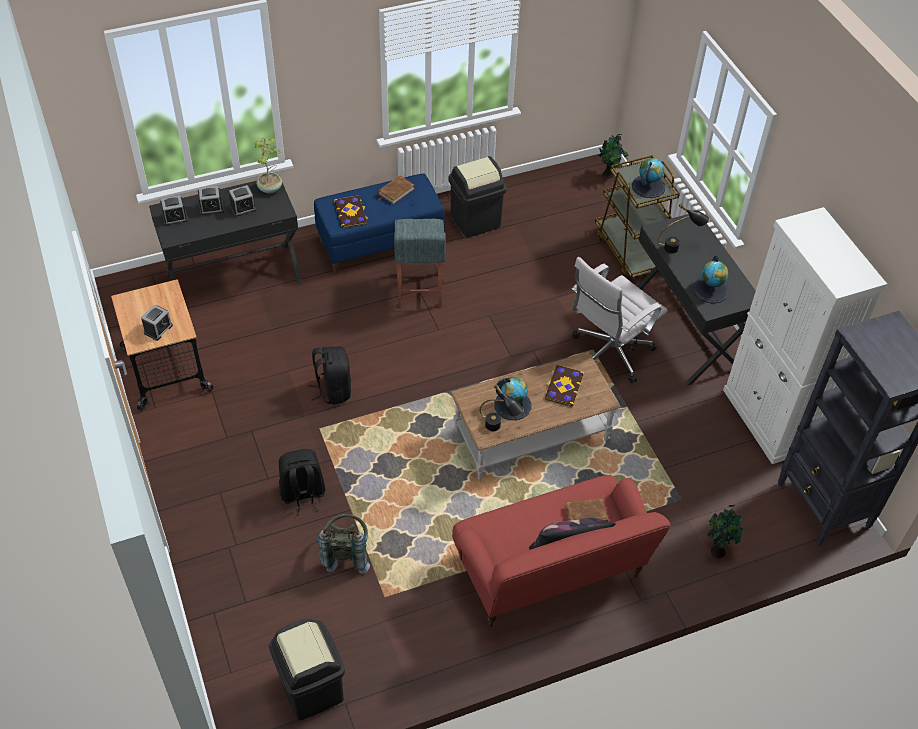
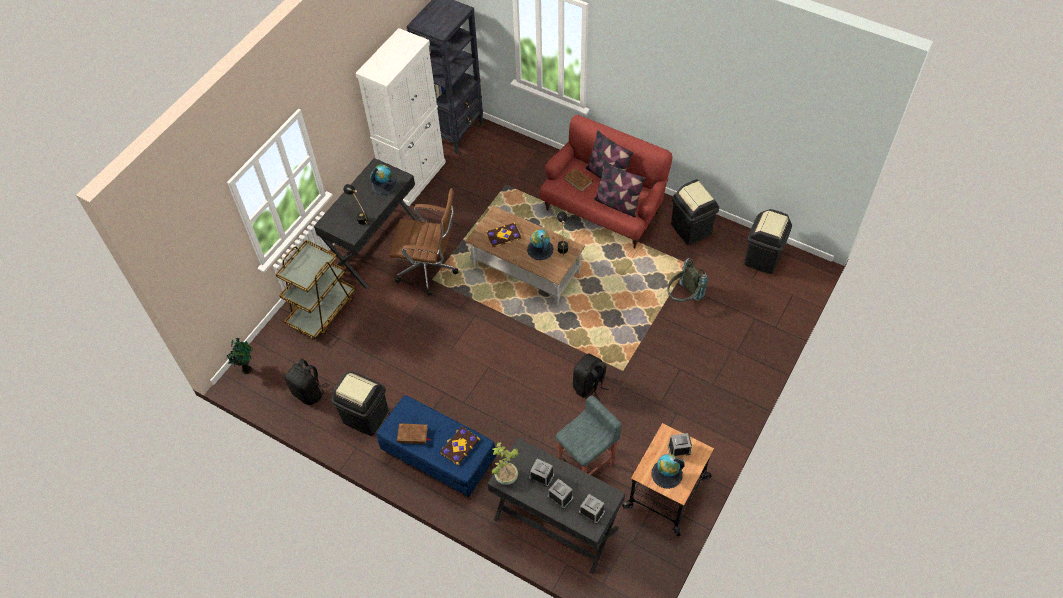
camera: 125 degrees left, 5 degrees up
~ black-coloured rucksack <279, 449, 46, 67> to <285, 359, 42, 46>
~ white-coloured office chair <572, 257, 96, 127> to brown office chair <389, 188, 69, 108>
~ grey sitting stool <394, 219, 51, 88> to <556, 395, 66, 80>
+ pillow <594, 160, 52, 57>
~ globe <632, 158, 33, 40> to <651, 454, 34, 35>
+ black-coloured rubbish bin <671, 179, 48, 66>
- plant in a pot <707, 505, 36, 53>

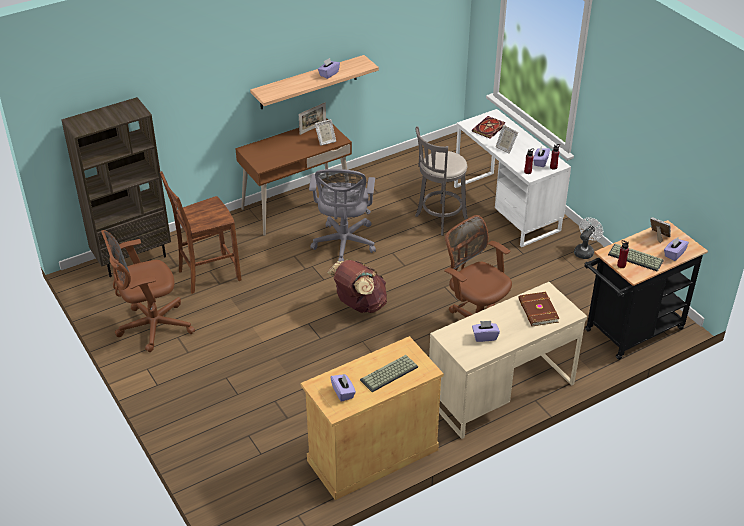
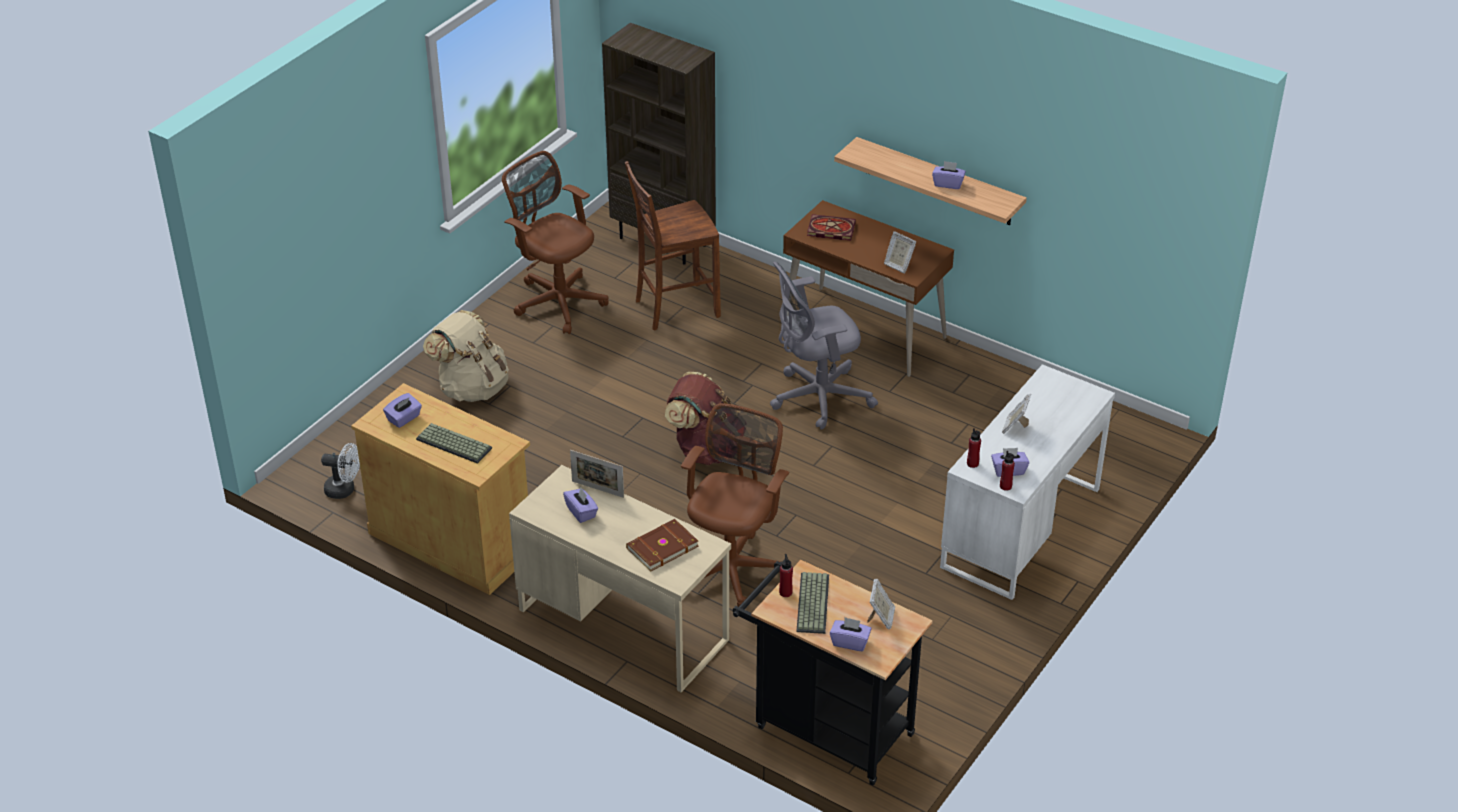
camera: 65 degrees right, 0 degrees up
~ white-coloured cooling fan <574, 217, 29, 42> to <321, 443, 39, 56>
+ sand-coloured rucksack <423, 310, 86, 92>
~ standing frame <299, 102, 27, 33> to <570, 450, 54, 48>
~ brown chair <160, 171, 81, 123> = <625, 161, 96, 170> 60 degrees counterclockwise
~ book <472, 116, 34, 22> to <807, 214, 49, 26>
- grey sitting stool <415, 126, 54, 110>

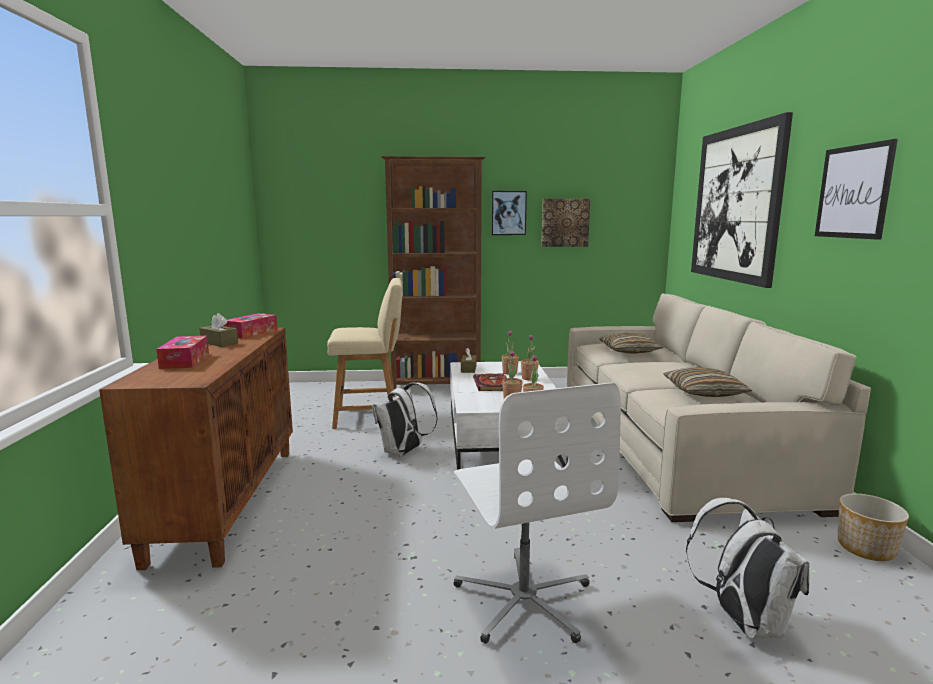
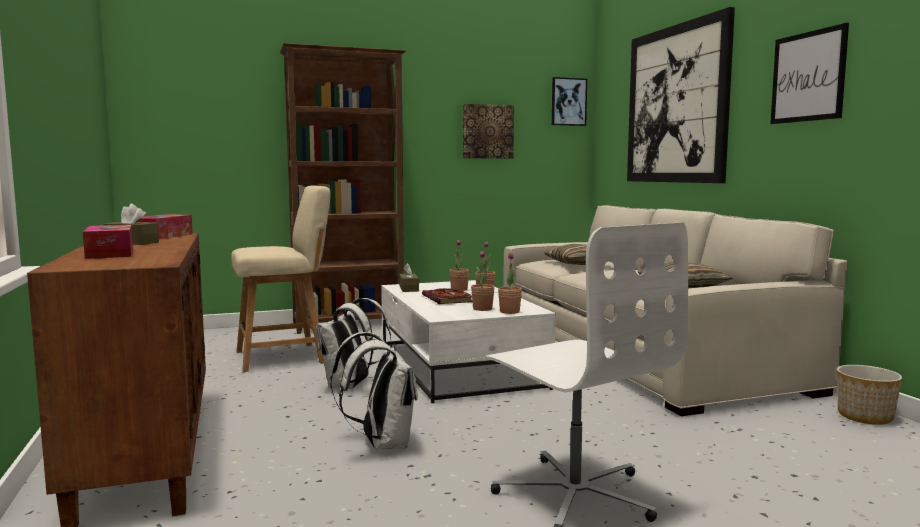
camera: 15 degrees left, 5 degrees down
~ white-coloured rucksack <686, 498, 124, 141> to <330, 332, 88, 118>
~ wall picture <492, 191, 35, 44> to <552, 77, 35, 49>

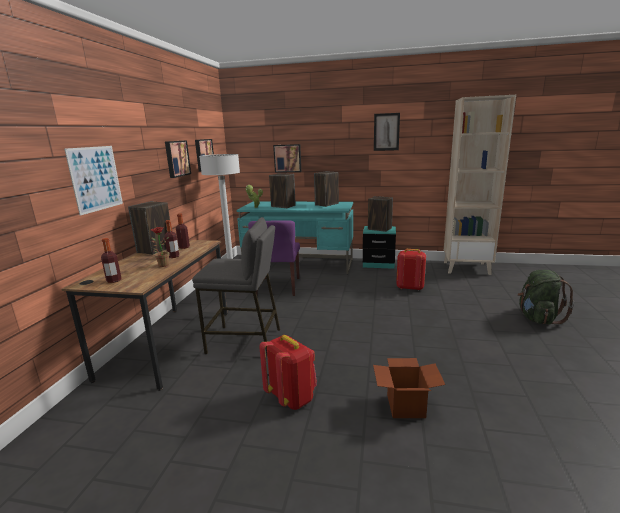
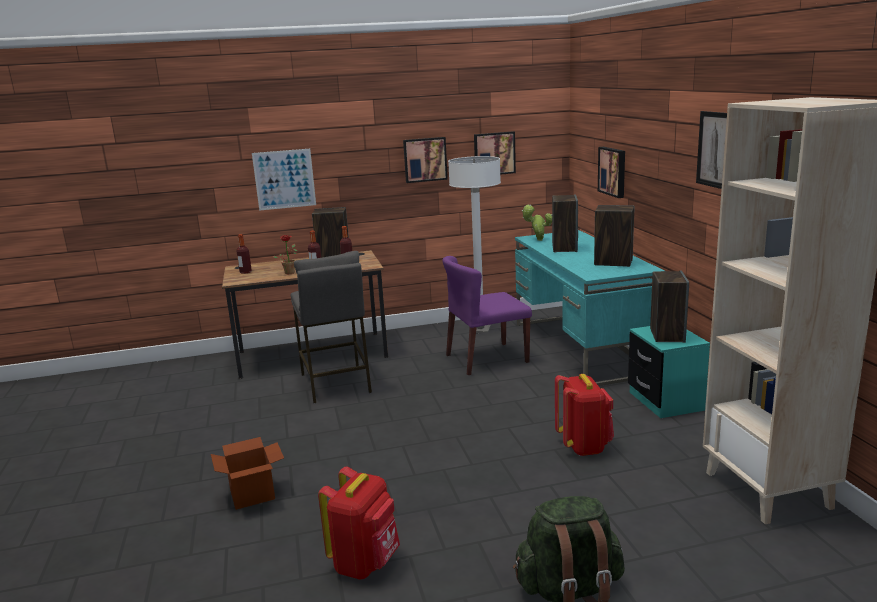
camera: 65 degrees right, 0 degrees up
~ reddish rucksack <259, 335, 58, 75> to <318, 466, 82, 114>

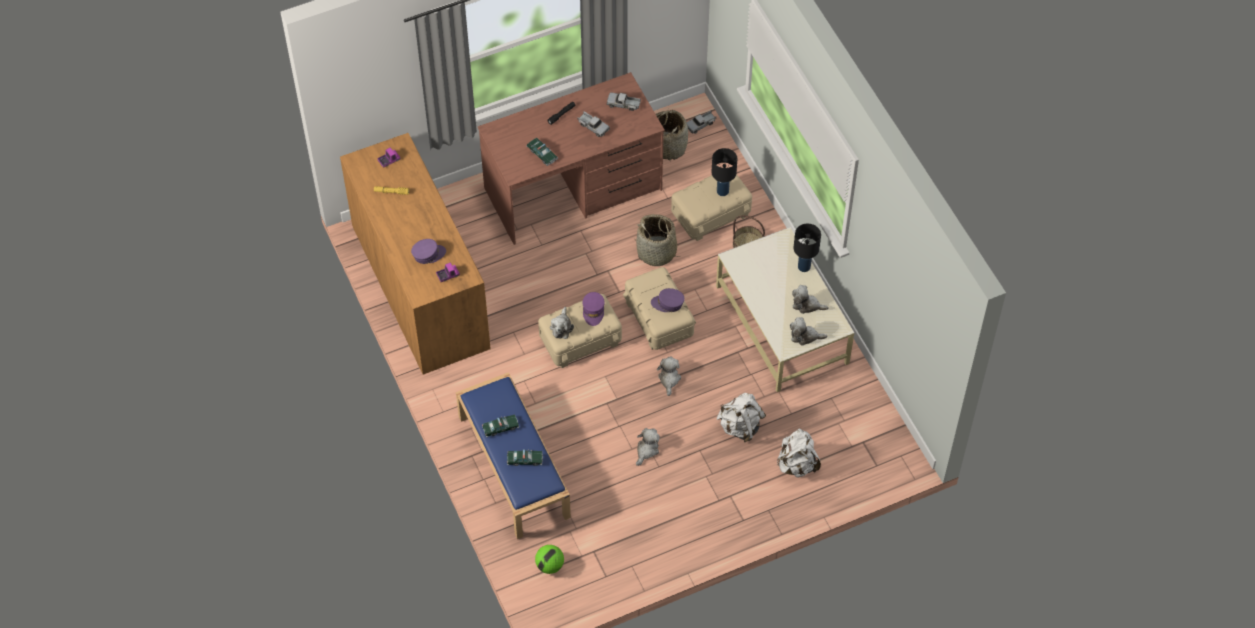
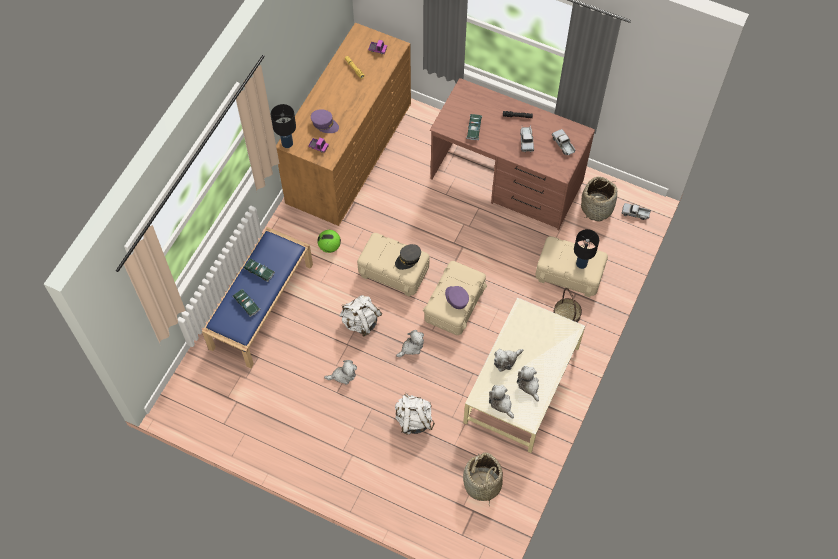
camera: 50 degrees right, 5 degrees up
~ black-coloured table lamp <794, 224, 27, 48> to <271, 104, 25, 44>
~ football ball <535, 545, 29, 29> to <318, 230, 23, 23>
~ white-coloured rucksack <777, 428, 44, 50> to <339, 295, 43, 41>
~ purple-coloured cap <583, 292, 22, 34> to grey cap <395, 244, 26, 26>
~ household basket <635, 214, 48, 52> to <463, 452, 40, 55>
~ plush toy <550, 307, 24, 32> to <494, 349, 29, 23>

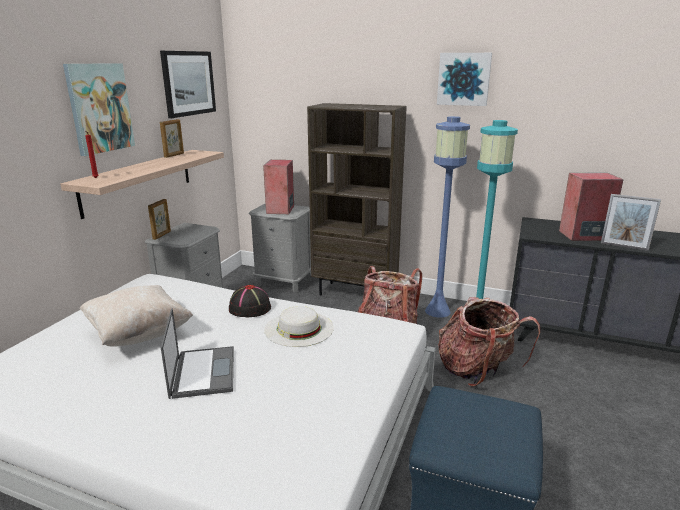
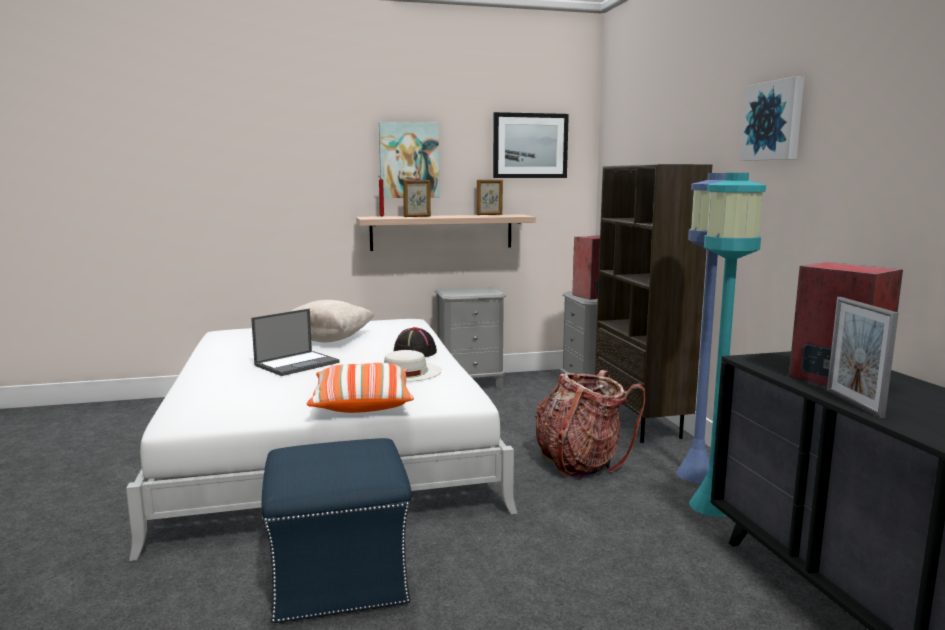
camera: 55 degrees right, 10 degrees down
+ pillow <307, 363, 107, 50>
~ standing frame <148, 199, 23, 41> to <403, 180, 28, 37>
- rucksack <439, 297, 101, 90>

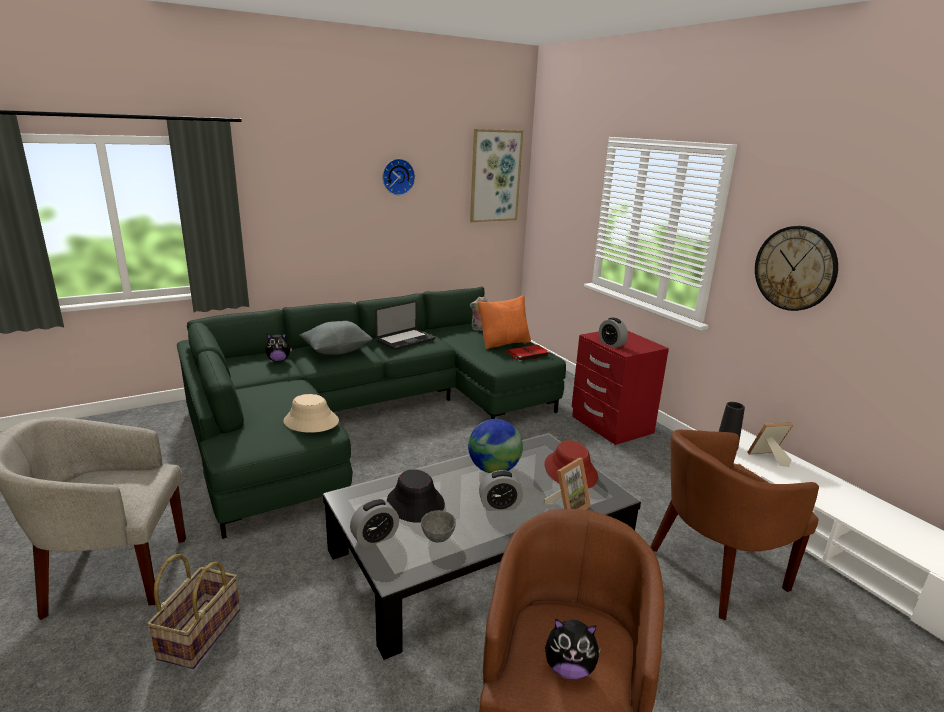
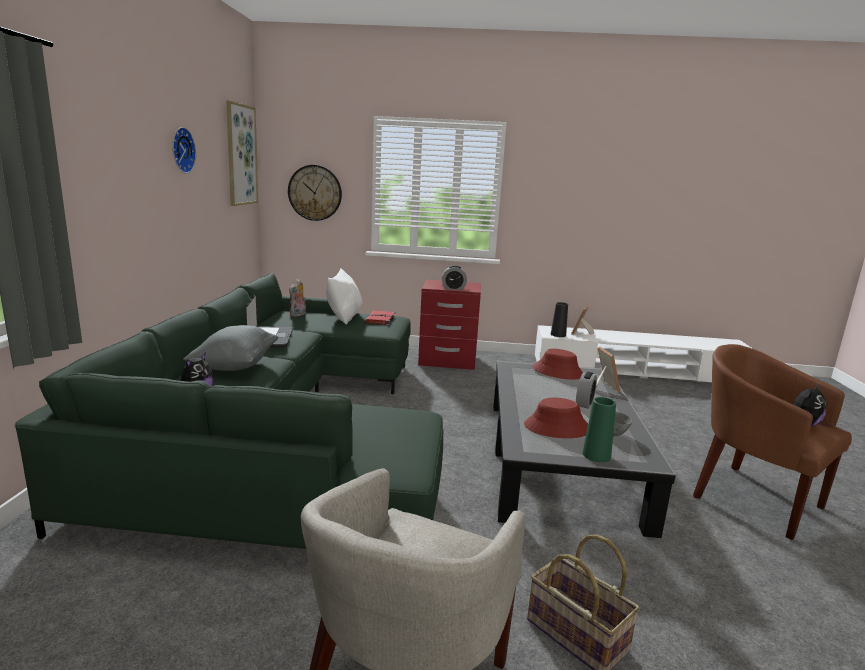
camera: 55 degrees left, 5 degrees down
~ clock on the wall <755, 226, 83, 85> to <288, 165, 54, 56>
~ orange pillow <478, 295, 53, 54> to white-coloured pillow <326, 269, 37, 56>
~ black-coloured wearable hat <387, 469, 58, 54> to reddish wearable hat <524, 398, 64, 40>
~ bedside clock <350, 499, 49, 49> to greenish decorative vase <582, 397, 34, 65>
- sand-coloured wearable hat <284, 394, 55, 39>
- globe <468, 419, 55, 54>
- brown lounge chair <650, 429, 169, 191>

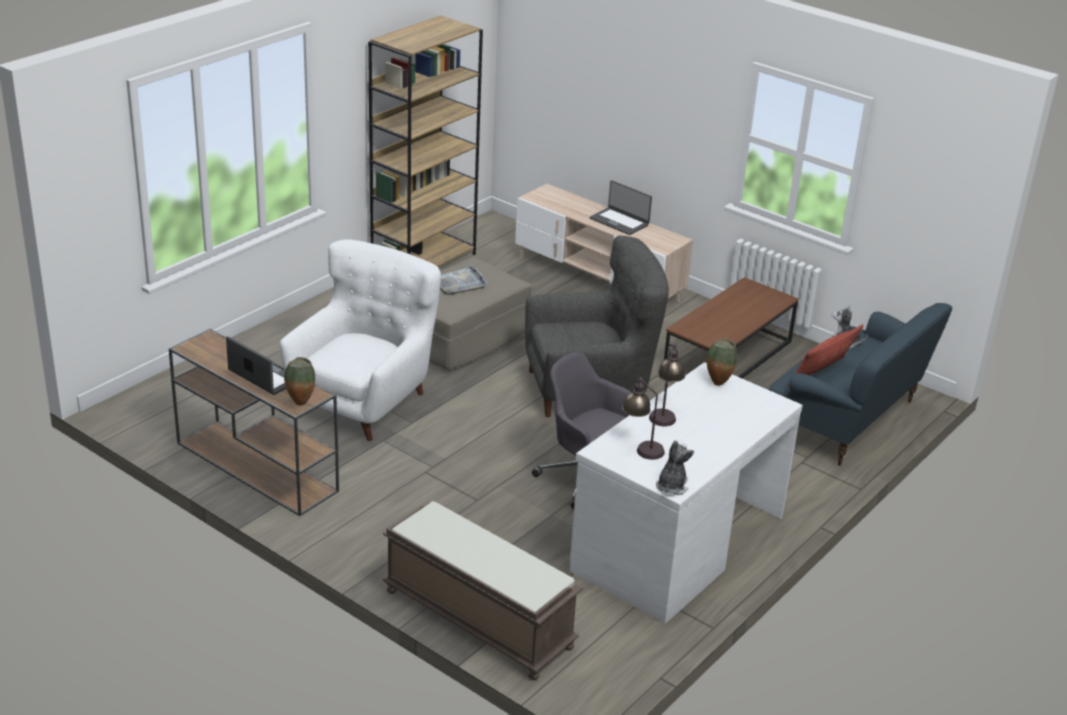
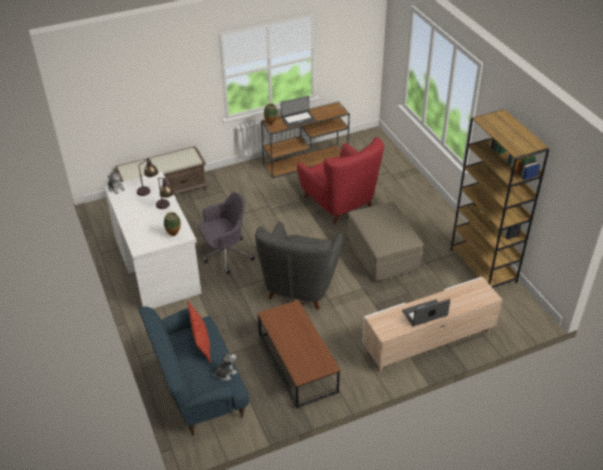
camera: 120 degrees right, 10 degrees up
~ white-coloured lounge chair <280, 239, 161, 202> to reddish lounge chair <297, 137, 87, 87>
- grey tray <440, 265, 48, 30>

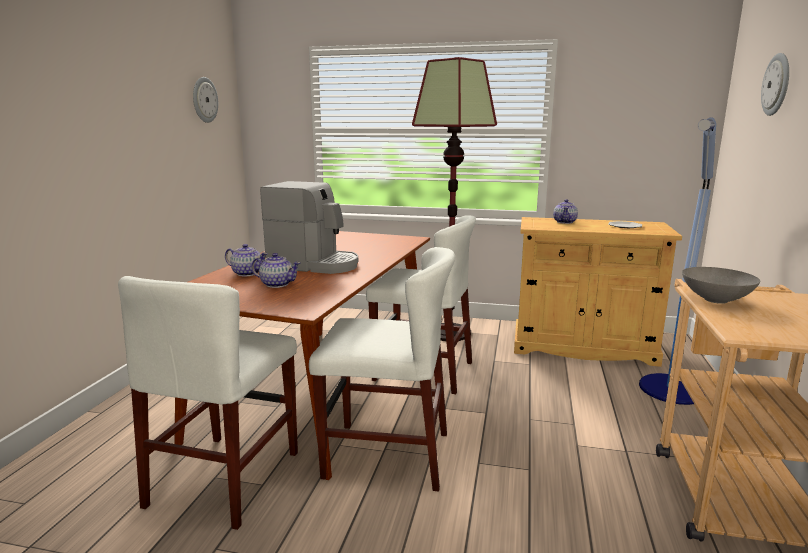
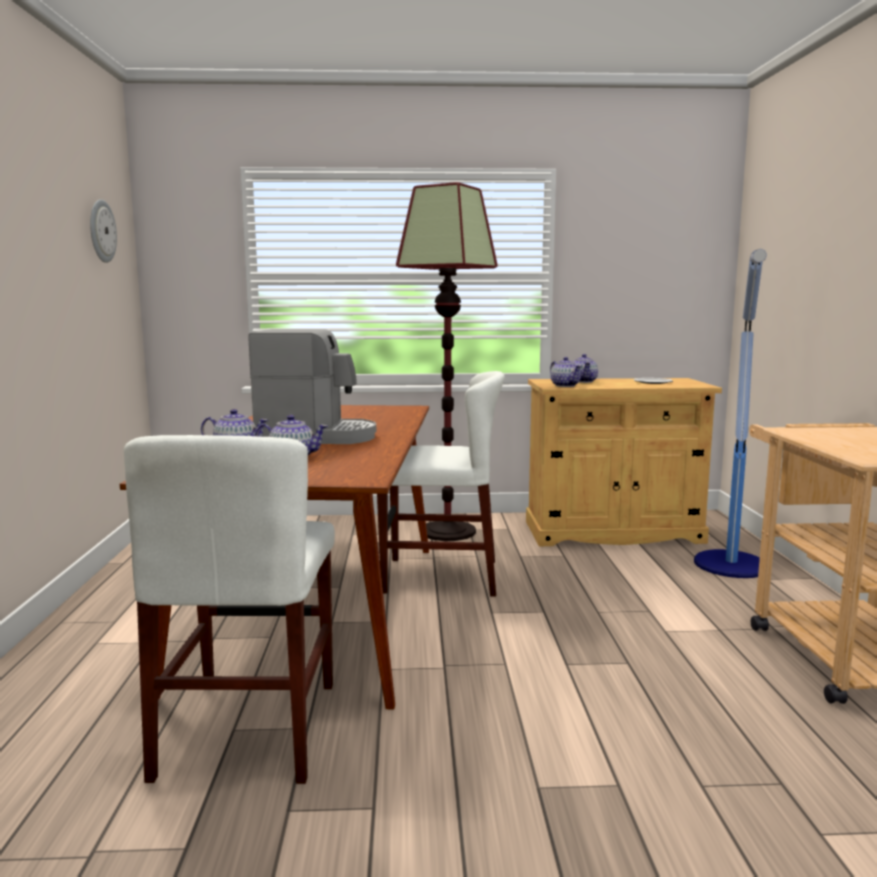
camera: 15 degrees left, 5 degrees down
+ pot for tea <550, 357, 32, 30>
- white-coloured chair <309, 247, 146, 244>
- grey deep dish <682, 267, 78, 37>
- clock on the wall <761, 53, 28, 63>

